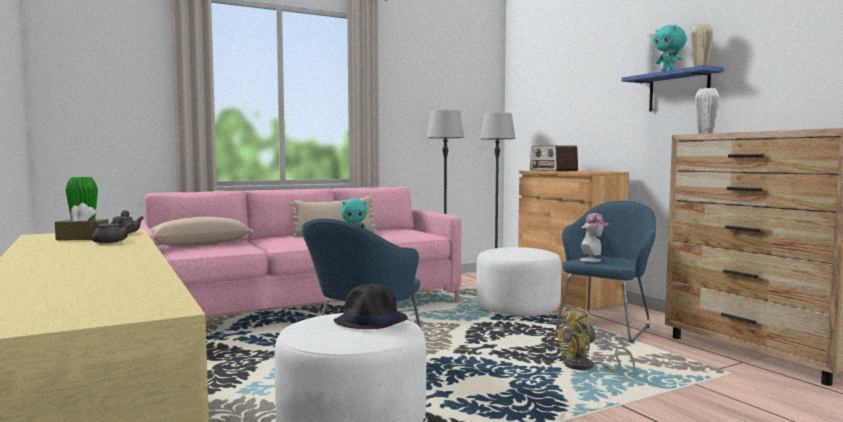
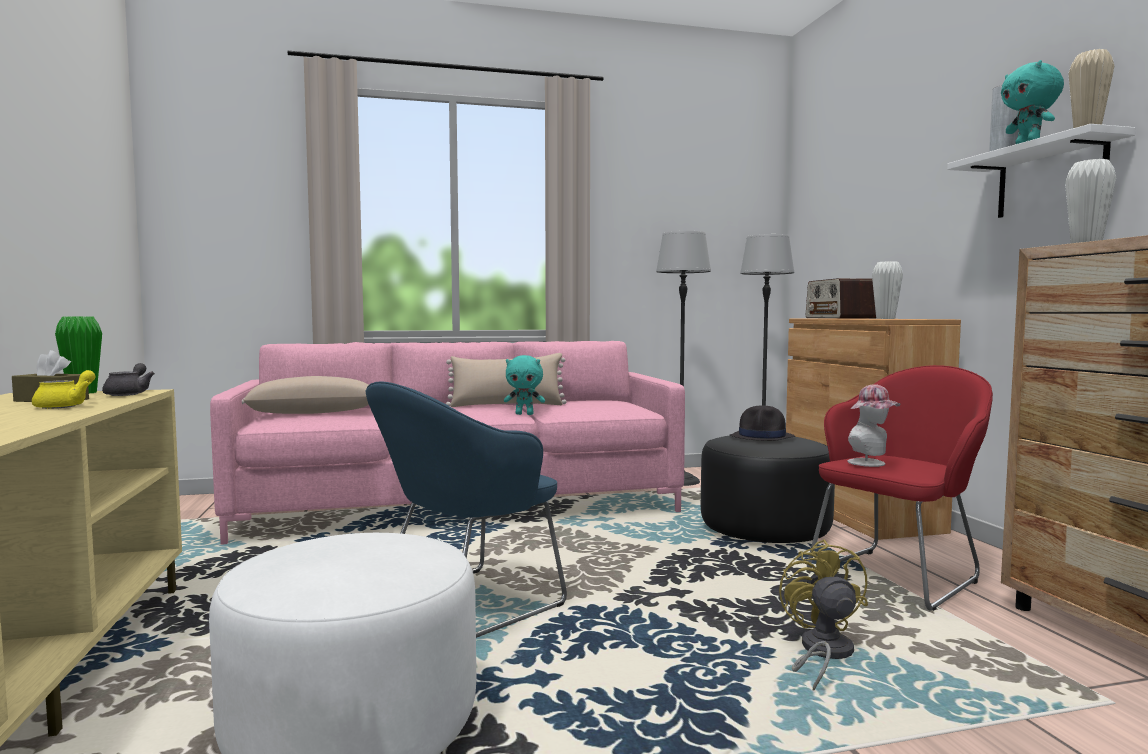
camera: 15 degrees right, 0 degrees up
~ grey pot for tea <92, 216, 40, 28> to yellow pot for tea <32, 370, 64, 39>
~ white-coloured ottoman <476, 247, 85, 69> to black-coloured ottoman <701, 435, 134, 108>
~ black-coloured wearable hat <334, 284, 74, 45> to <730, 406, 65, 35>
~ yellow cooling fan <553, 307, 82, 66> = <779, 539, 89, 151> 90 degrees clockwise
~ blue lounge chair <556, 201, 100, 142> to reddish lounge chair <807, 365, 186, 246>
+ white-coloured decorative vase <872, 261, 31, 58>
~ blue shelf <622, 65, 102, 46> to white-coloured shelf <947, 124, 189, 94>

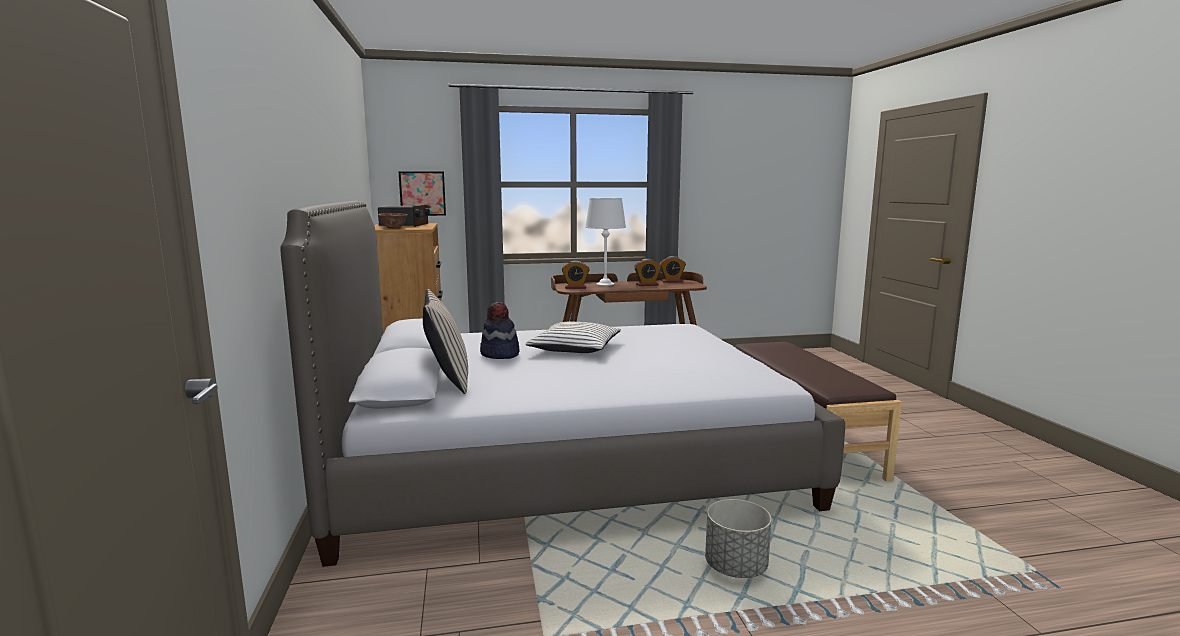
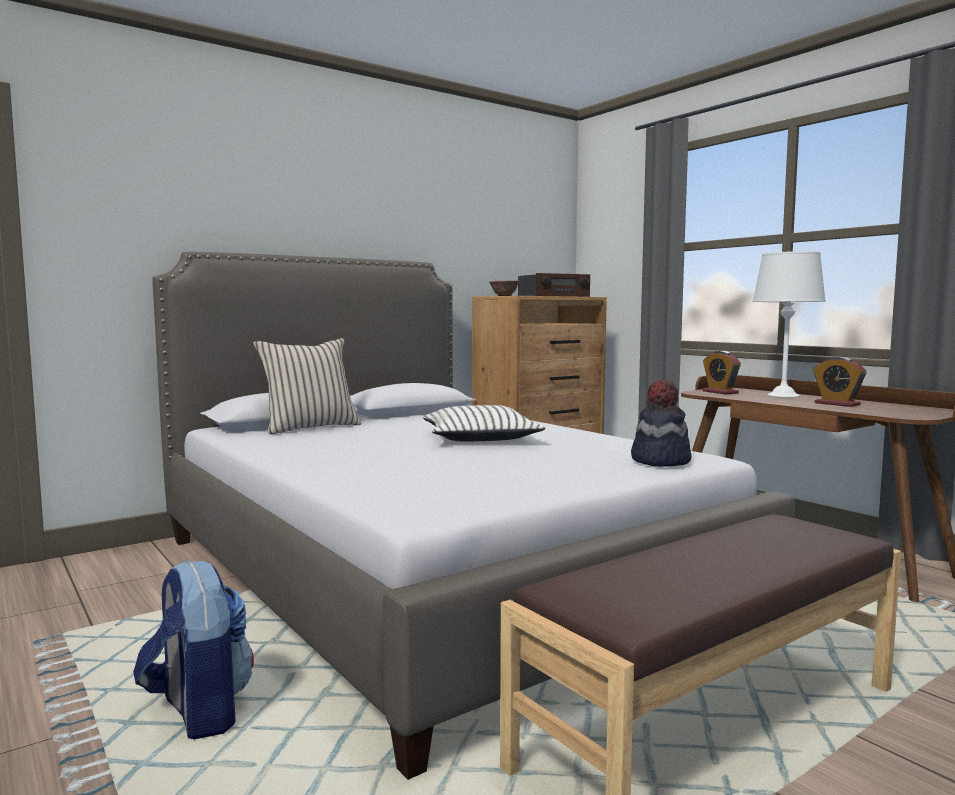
camera: 65 degrees right, 5 degrees down
~ grey plant pot <705, 499, 67, 79> to rucksack <133, 560, 121, 179>
~ wearable hat <480, 302, 39, 57> to <631, 380, 61, 87>
- wall picture <398, 171, 48, 45>
- bedside clock <660, 256, 26, 27>

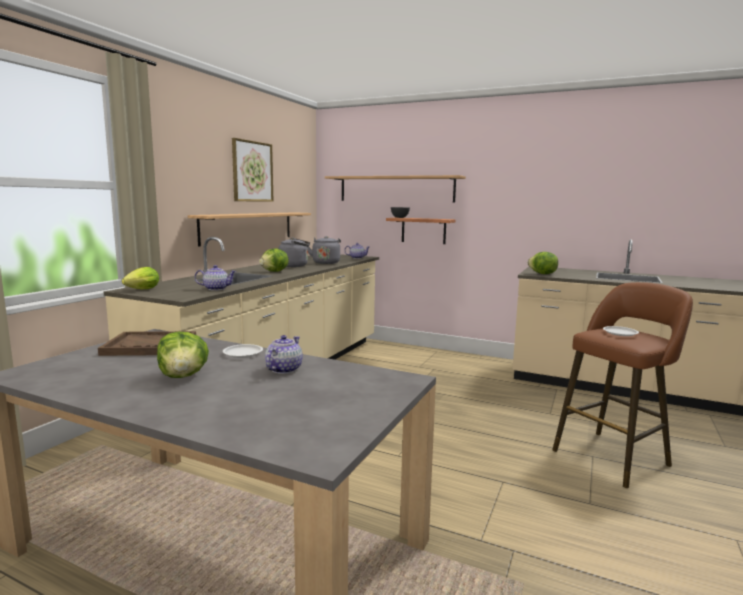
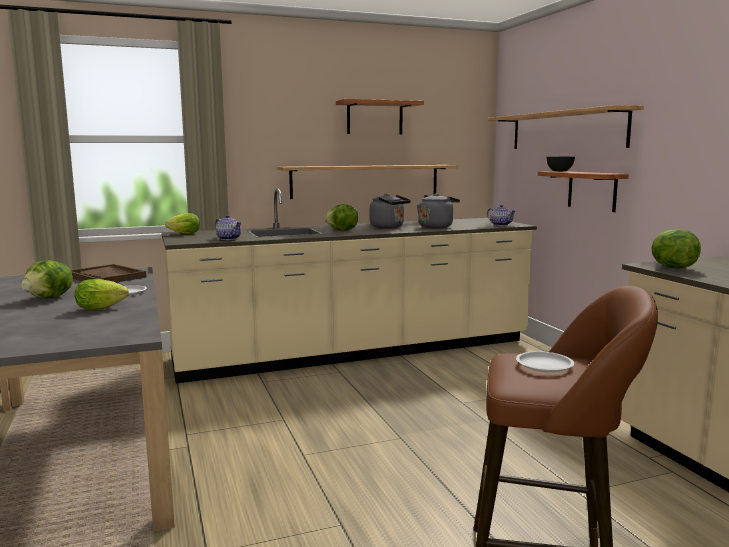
camera: 45 degrees right, 0 degrees up
~ pot for tea <265, 335, 38, 39> to head of lettuce <75, 279, 54, 31>
~ wall picture <232, 138, 41, 64> to shelf <336, 99, 88, 35>

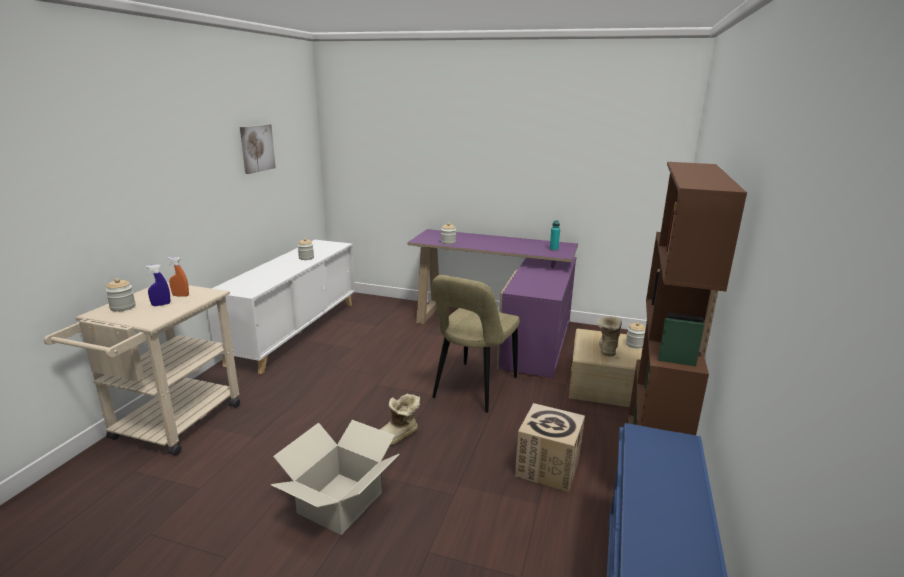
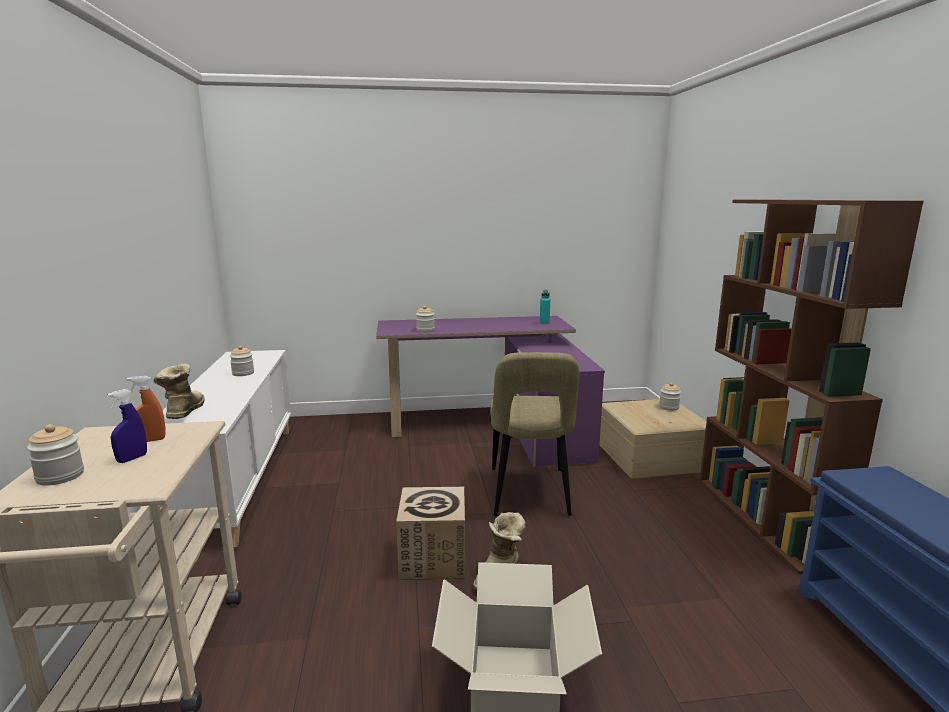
camera: 25 degrees left, 5 degrees down
~ tall boot <597, 316, 25, 40> to <153, 364, 52, 55>
~ carton <515, 403, 70, 90> to <396, 487, 69, 93>
- wall picture <240, 124, 36, 50>

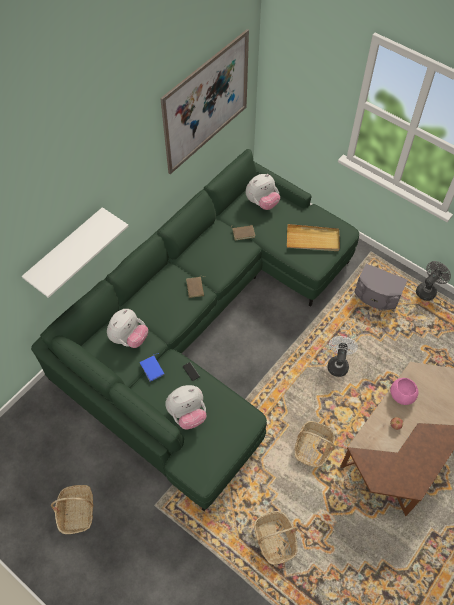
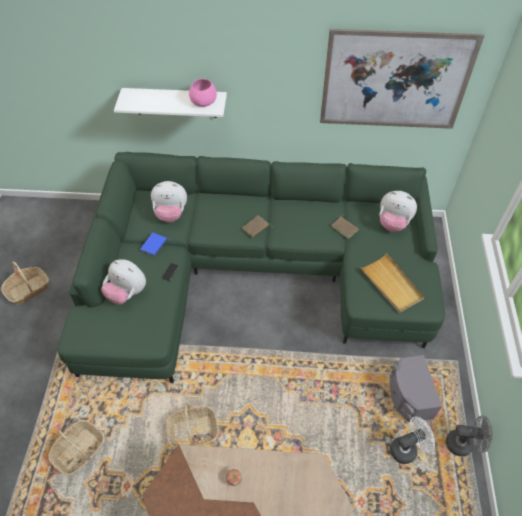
camera: 55 degrees right, 5 degrees down
~ pink deep dish <390, 378, 28, 27> to <189, 79, 28, 28>
~ white-coloured cooling fan <327, 336, 31, 41> to <390, 417, 45, 47>

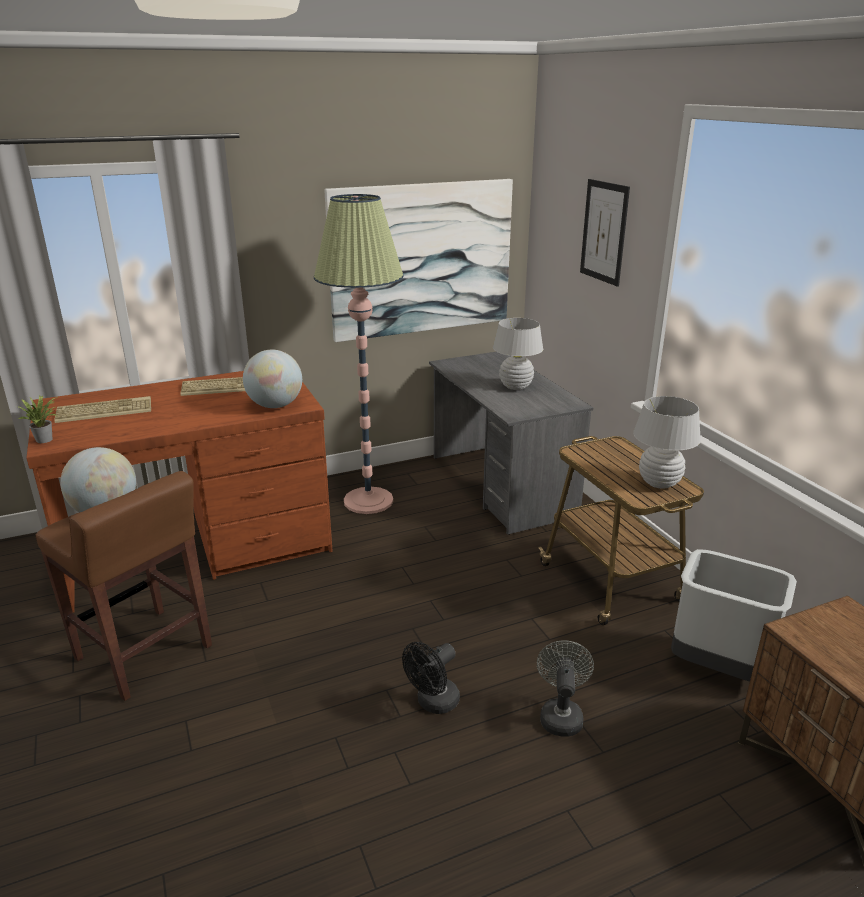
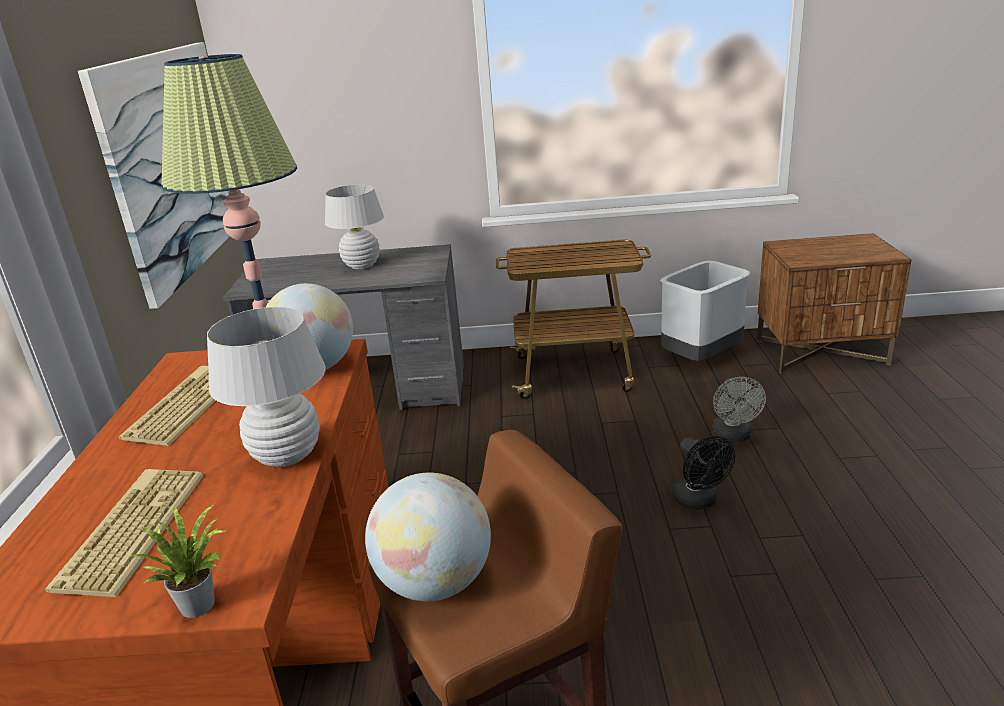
camera: 65 degrees left, 0 degrees up
~ white-coloured table lamp <633, 396, 68, 93> to <207, 307, 119, 160>
~ grey cooling fan <537, 640, 57, 97> = <712, 377, 54, 65> 120 degrees counterclockwise
- wall picture <580, 179, 50, 108>

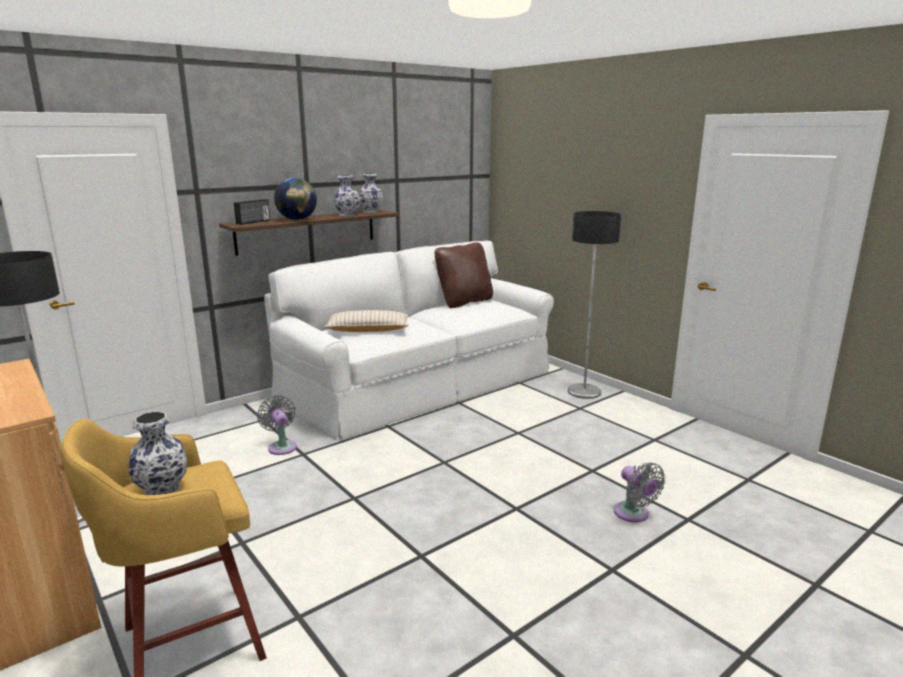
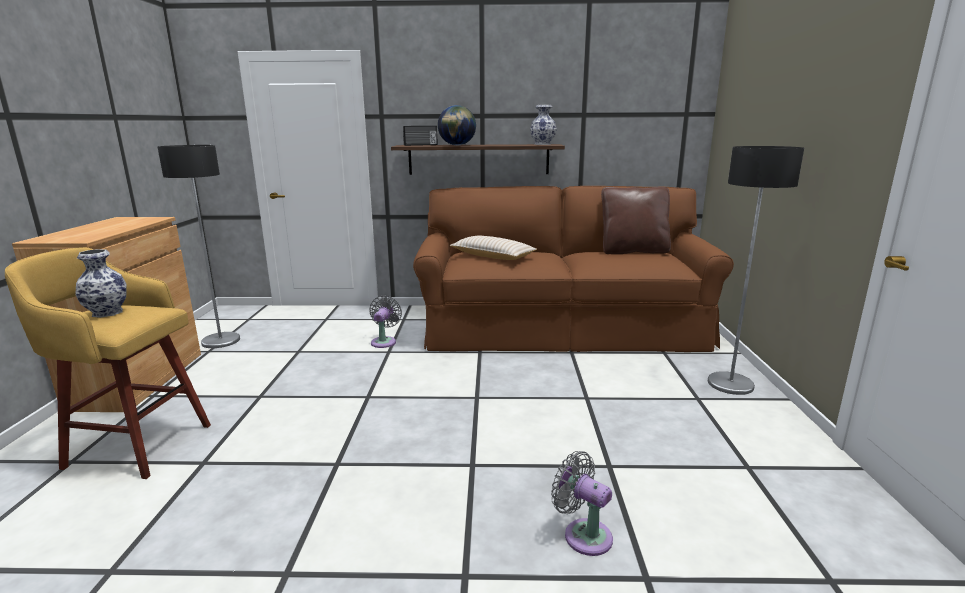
camera: 40 degrees right, 0 degrees up
~ white-coloured sofa <264, 240, 290, 200> to brown sofa <413, 186, 321, 166>
~ grey cooling fan <614, 462, 51, 60> = <551, 451, 62, 105> 120 degrees clockwise
- decorative vase <333, 175, 27, 41>

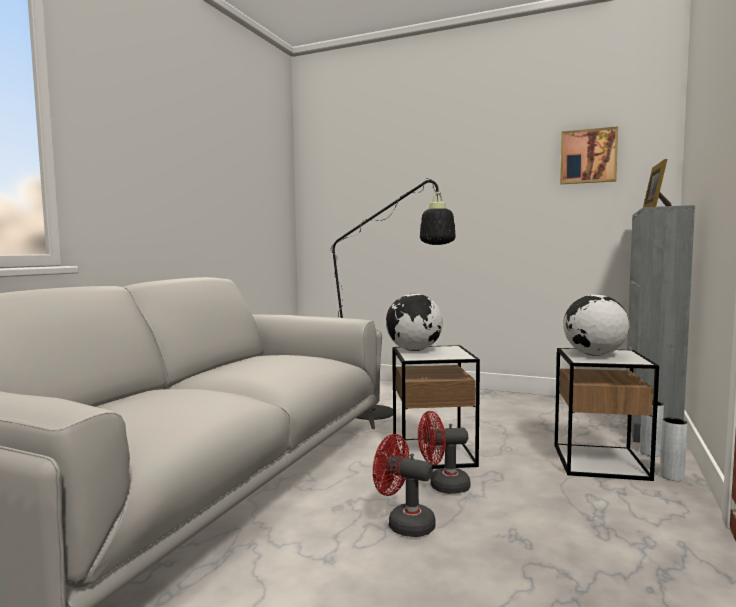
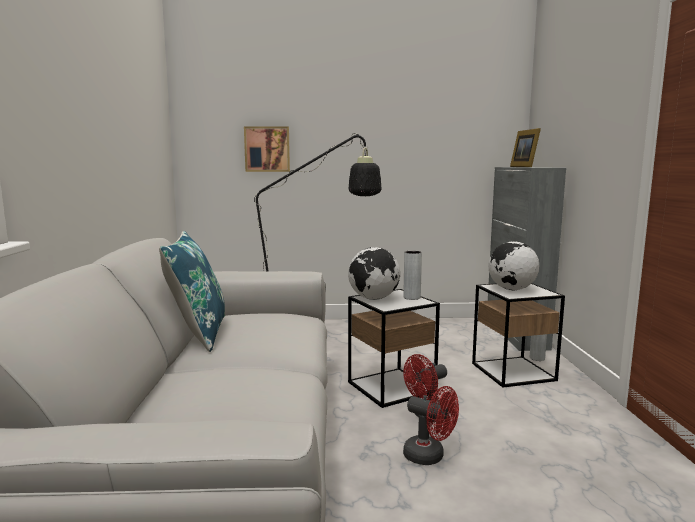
camera: 25 degrees left, 5 degrees up
+ blue pillow <159, 231, 66, 121>
~ wall picture <560, 126, 58, 58> to <244, 126, 46, 46>
~ grey decorative vase <660, 417, 27, 64> to <403, 251, 19, 49>
~ reddish cooling fan <373, 434, 63, 103> = <403, 386, 56, 79> 150 degrees counterclockwise

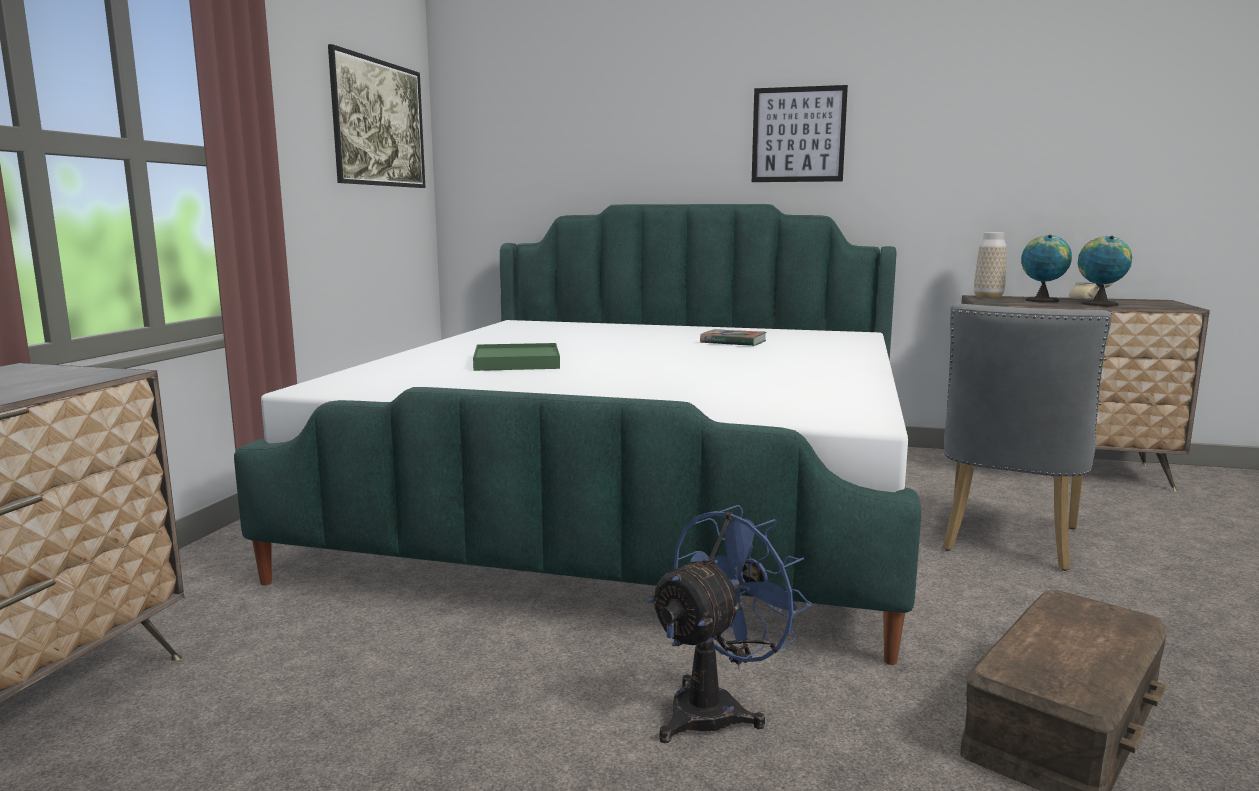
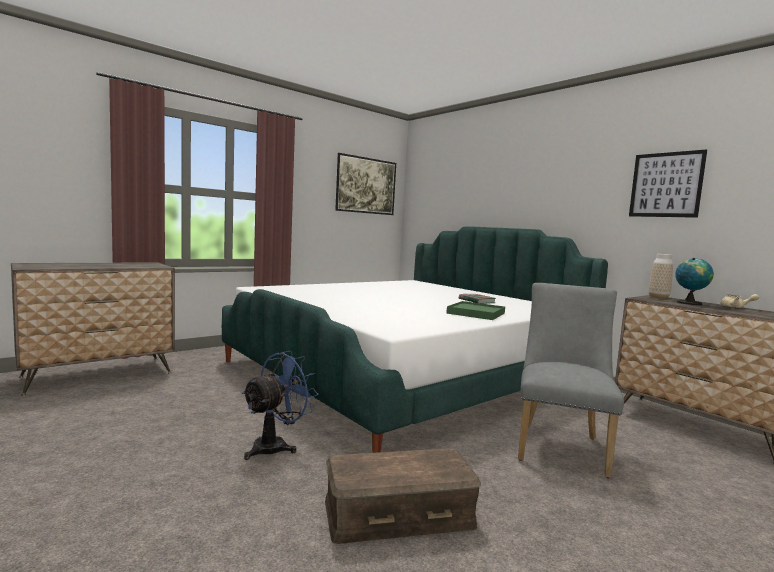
camera: 35 degrees right, 5 degrees down
~ blue cooling fan <647, 505, 165, 238> = <242, 351, 76, 109> 45 degrees counterclockwise
~ greenish tray <473, 343, 87, 28> to <446, 301, 59, 19>
~ grey chair <942, 304, 170, 267> = <518, 283, 106, 195> 135 degrees clockwise
~ wall picture <752, 85, 96, 97> to <629, 149, 78, 69>
- globe <1078, 236, 54, 70>

